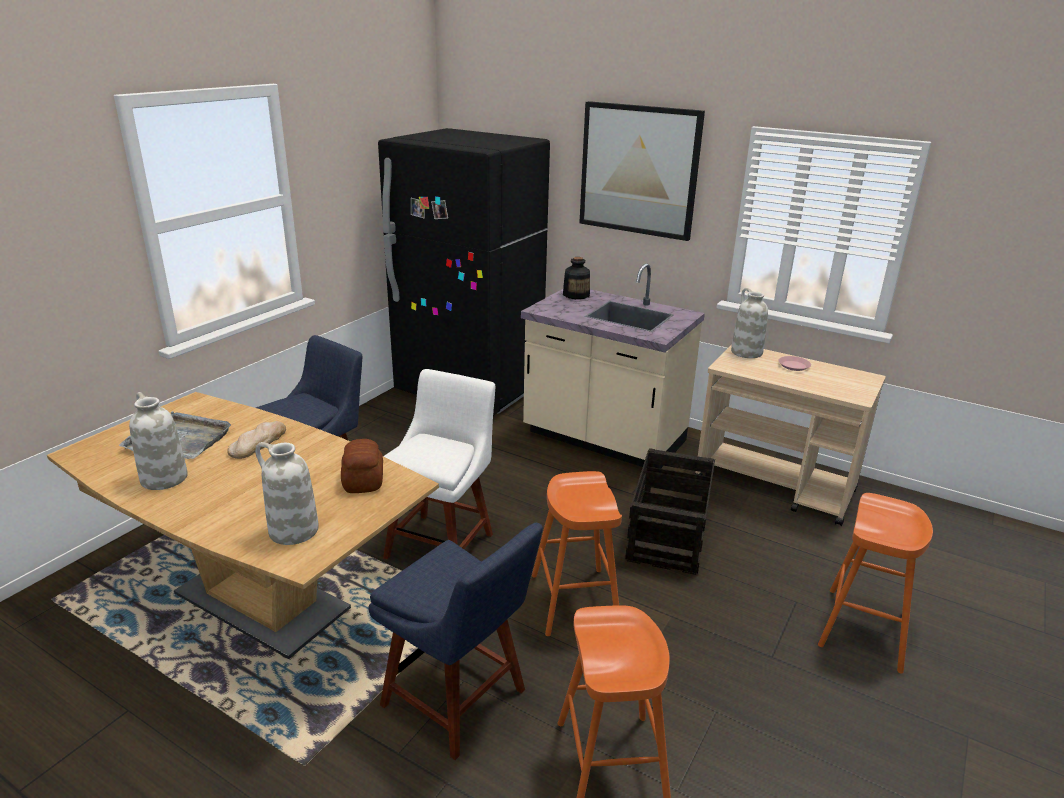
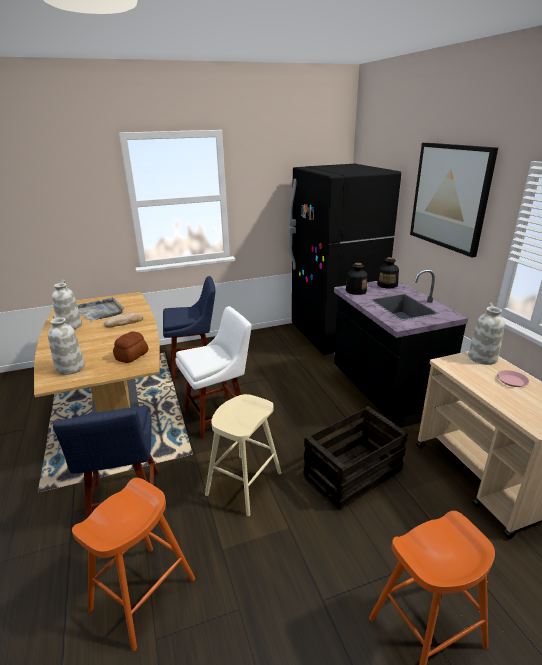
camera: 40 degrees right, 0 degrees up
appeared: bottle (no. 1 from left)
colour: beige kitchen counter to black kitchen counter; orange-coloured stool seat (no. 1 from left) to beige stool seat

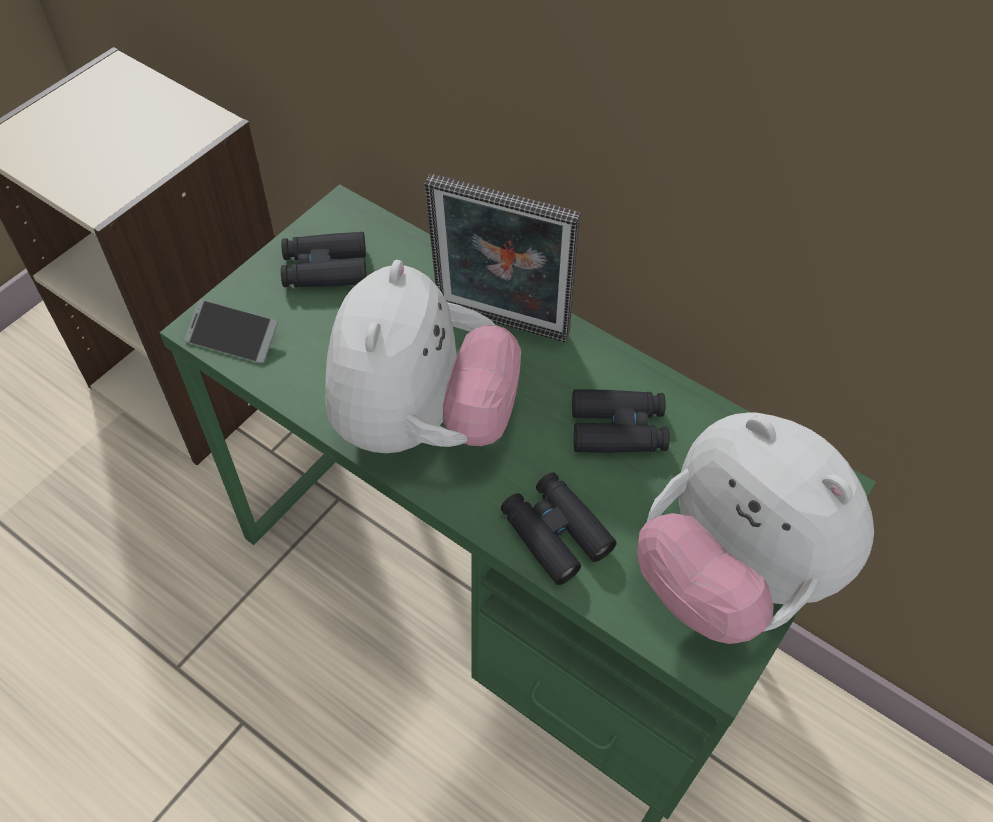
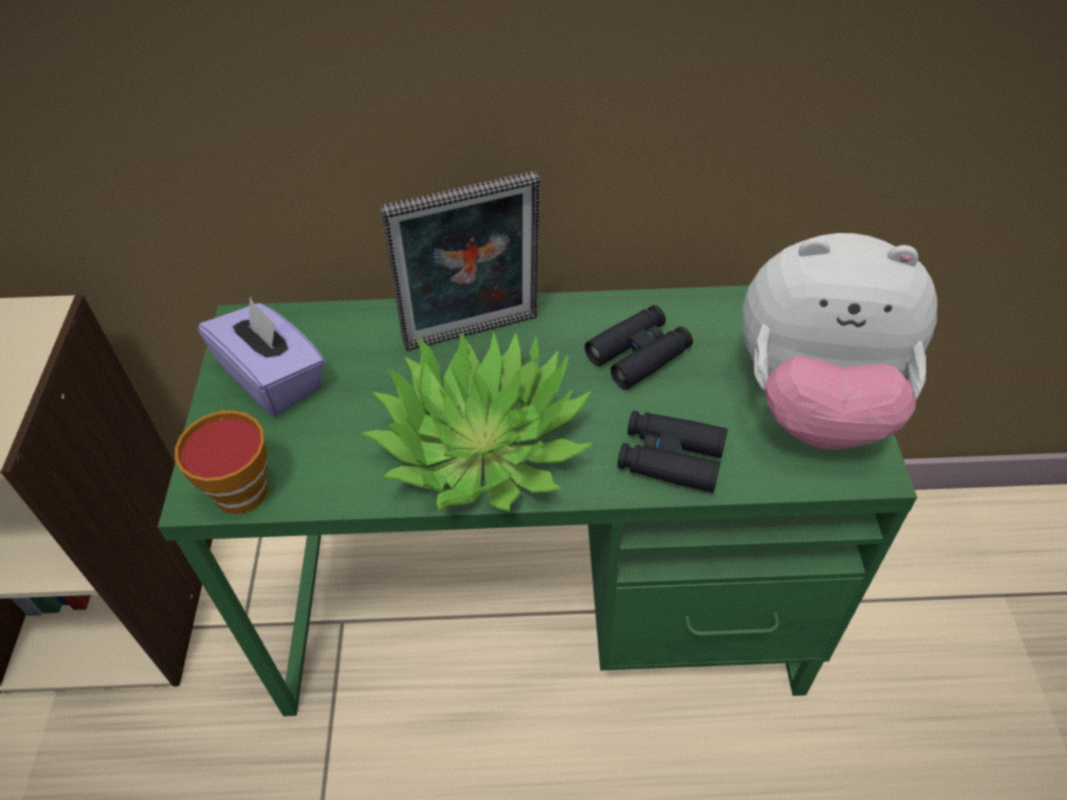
camera: 35 degrees left, 5 degrees down
exchanged: phone to small cup; black binoculars (no. 1 from left) to purplish box of tissues; cuddly toy (no. 1 from left) to houseplant

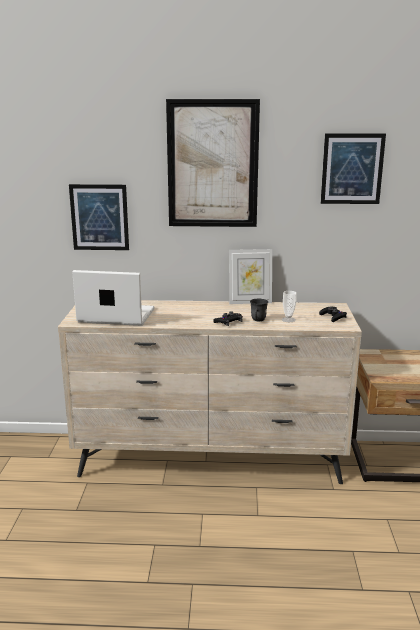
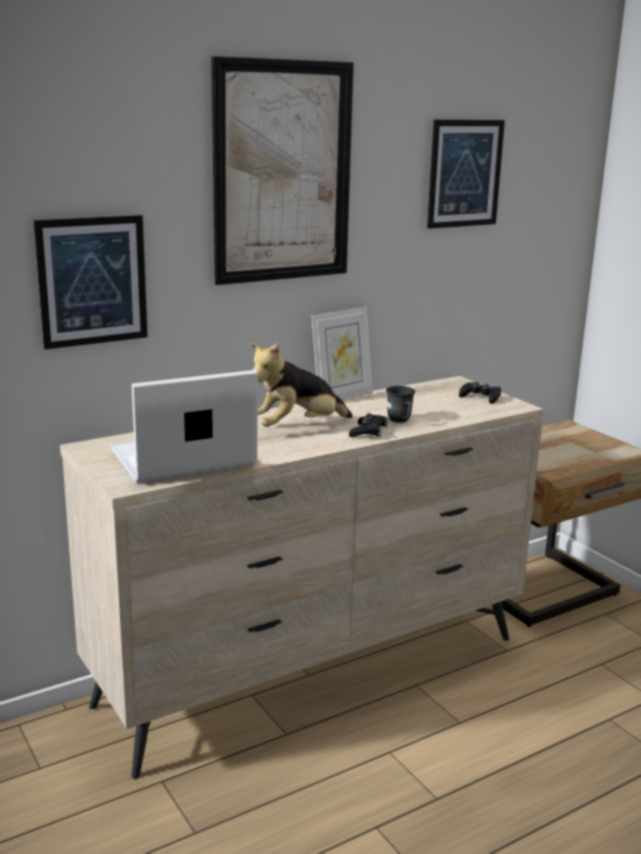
camera: 35 degrees left, 0 degrees up
missing: small cup
appeared: cuddly toy

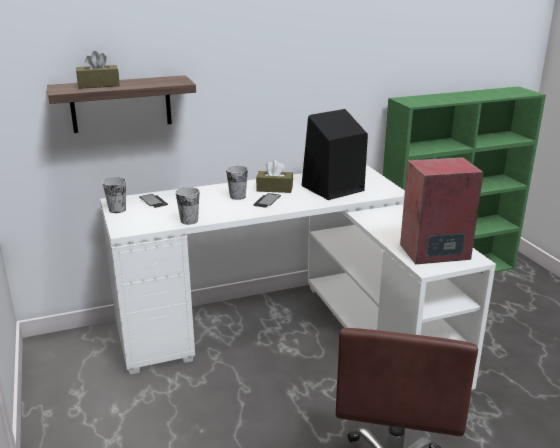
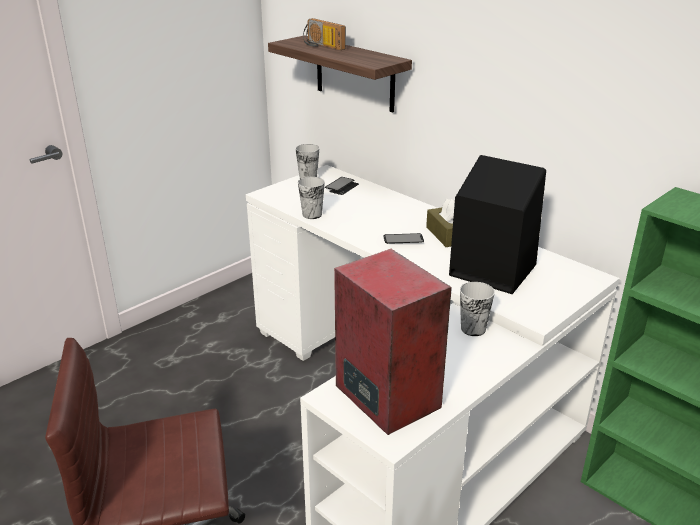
camera: 65 degrees right, 5 degrees up
relocated: small cup (no. 3 from left)
exchanged: brown-coloured box of tissues (no. 1 from left) to radio receiver

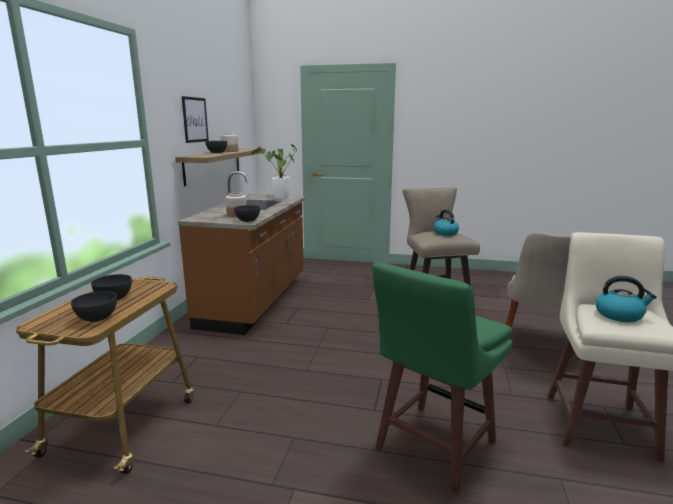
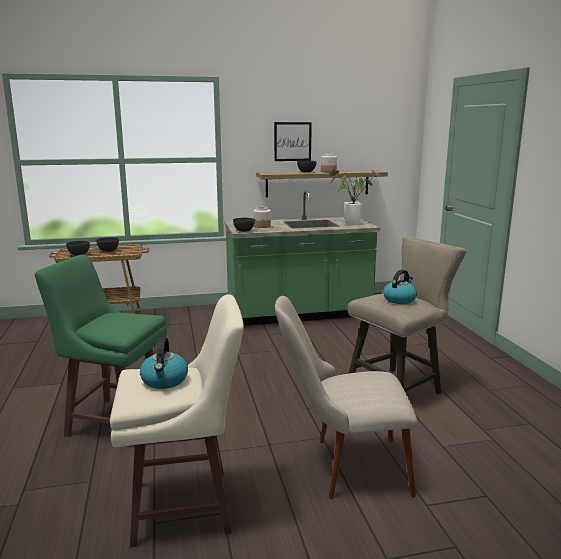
camera: 65 degrees right, 0 degrees up
colour: brown-coloured kitchen counter to green-coloured kitchen counter

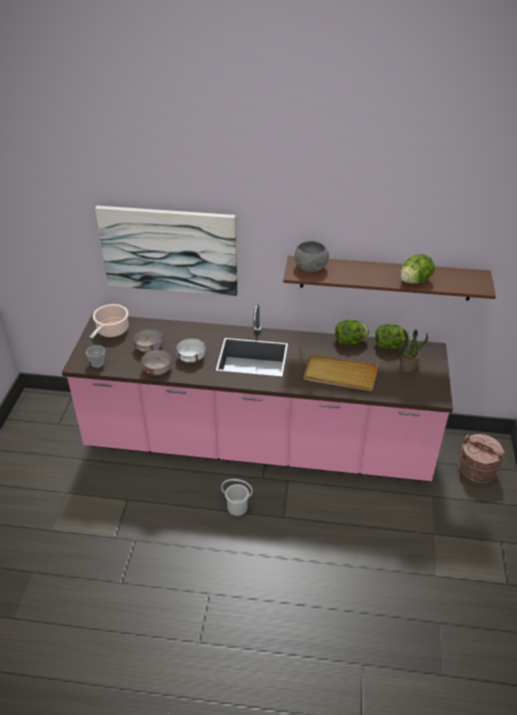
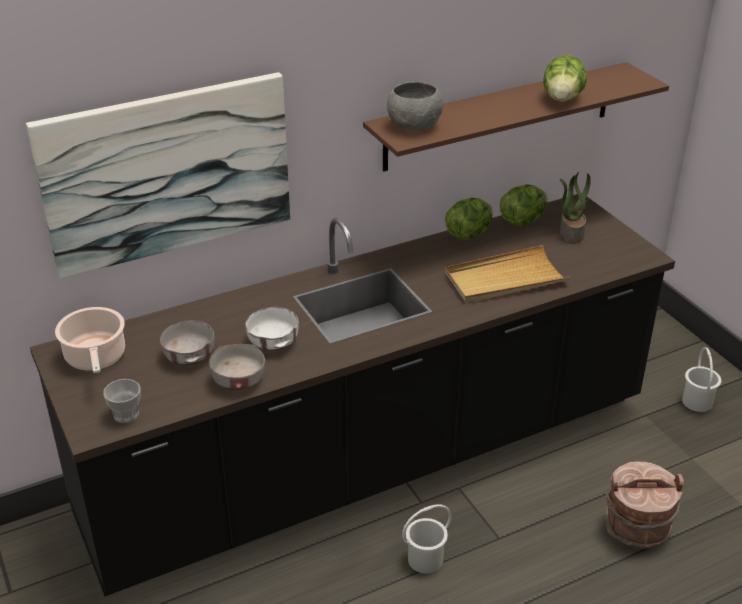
camera: 35 degrees left, 5 degrees down
appeared: white pail (no. 2 from left)
relocated: brown-coloured pail
colour: pink kitchen counter to black kitchen counter

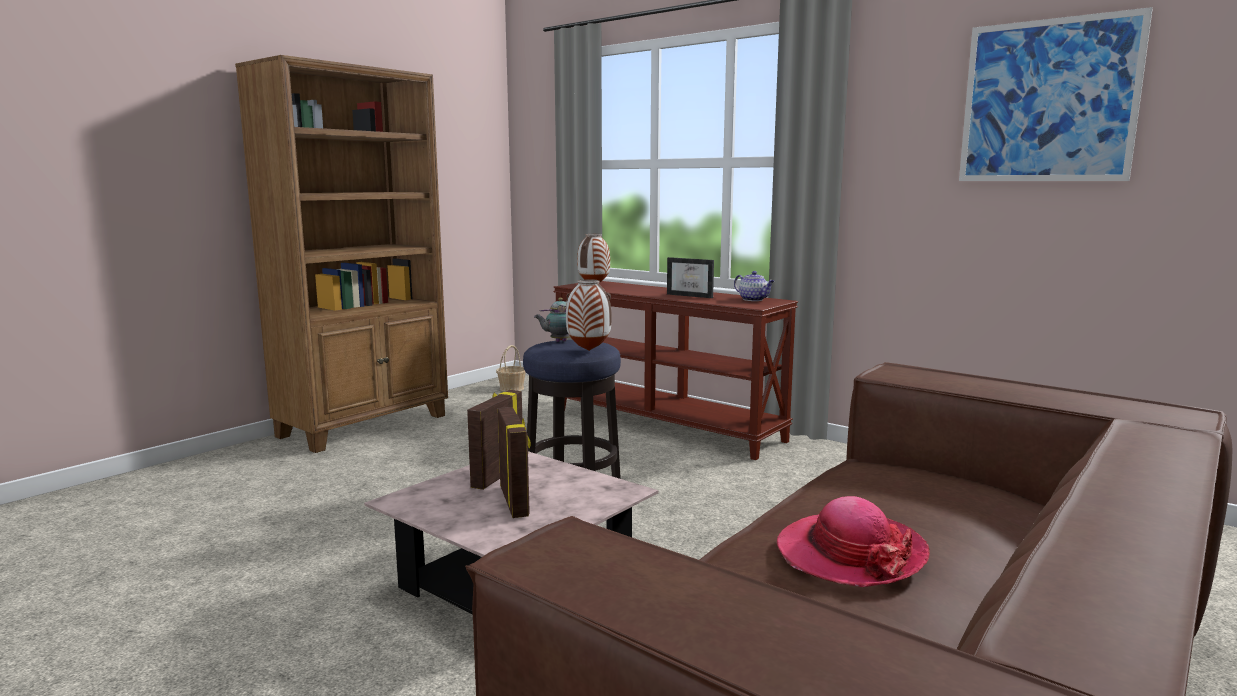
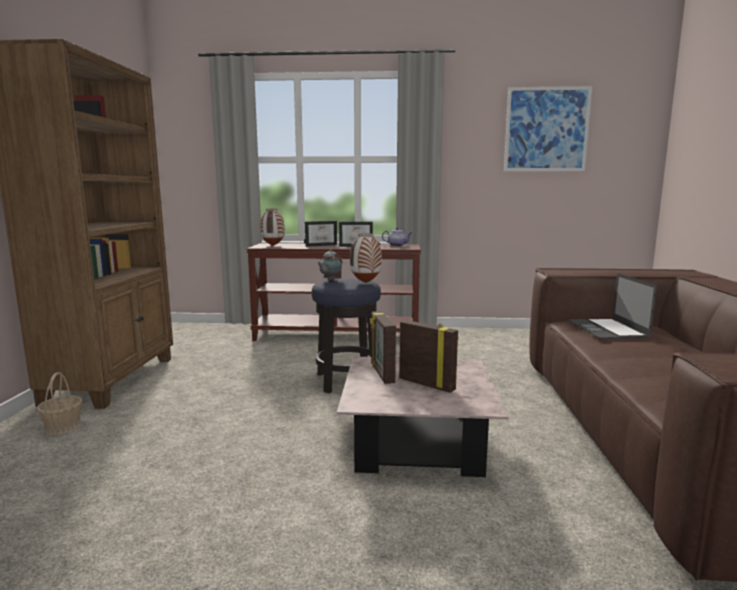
camera: 35 degrees left, 0 degrees up
missing: hat
appeared: picture frame (no. 1 from left); notebook computer
relocated: basket

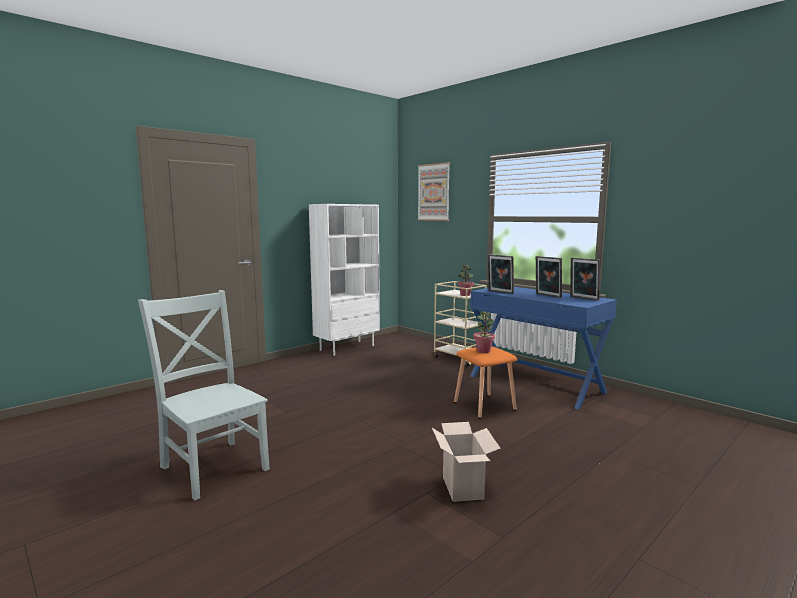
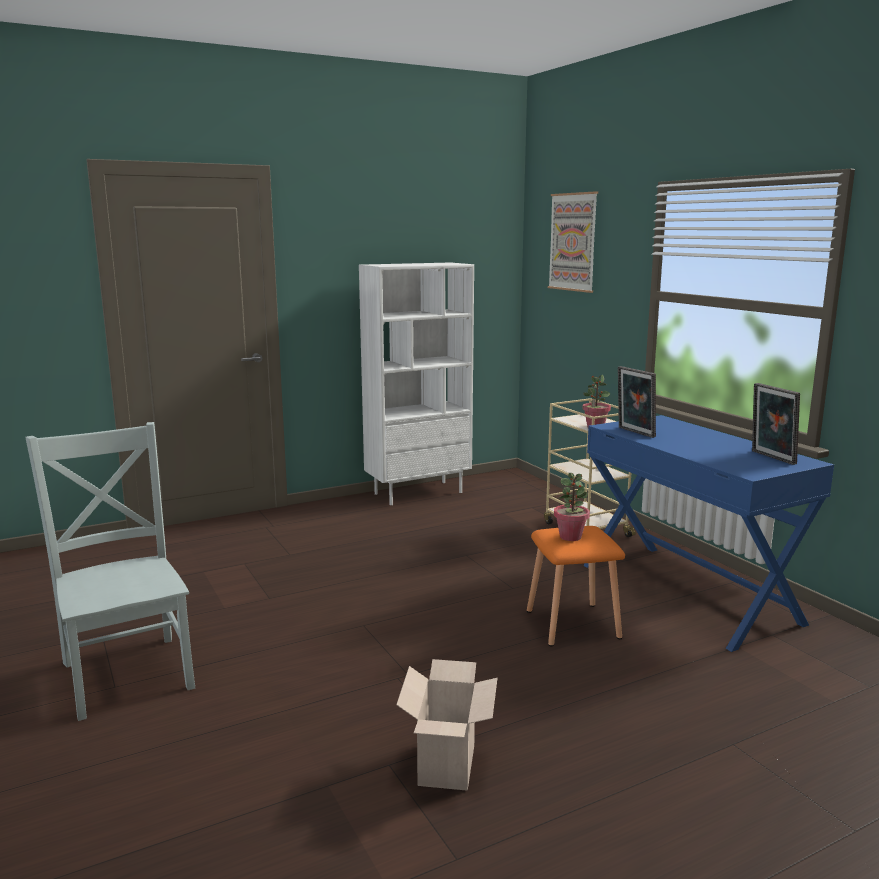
camera: 15 degrees right, 5 degrees up
missing: picture frame (no. 2 from left)

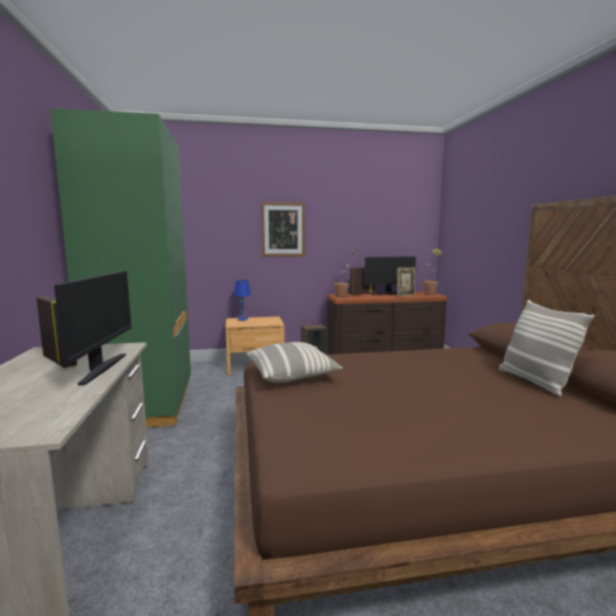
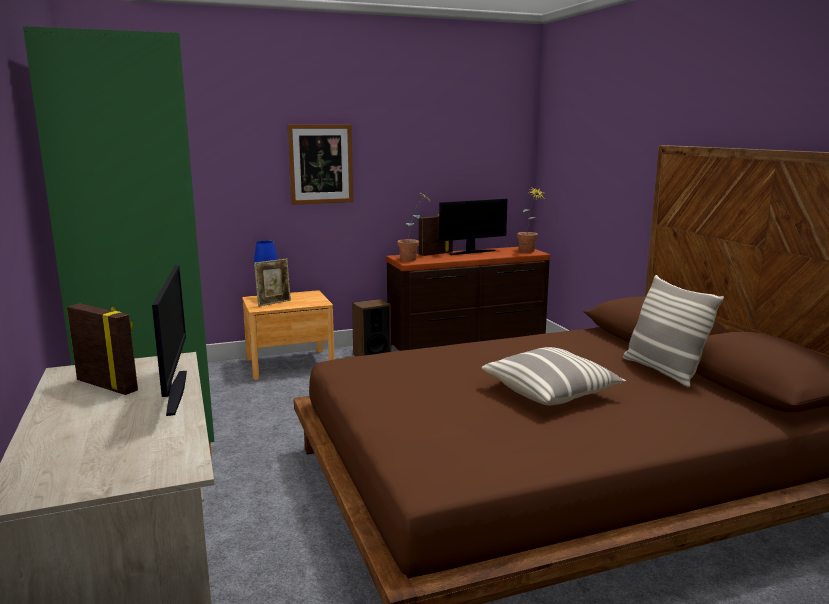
camera: 10 degrees left, 5 degrees up
relocated: throw pillow (no. 1 from left); picture frame (no. 3 from left in the first image) to picture frame (no. 2 from left)

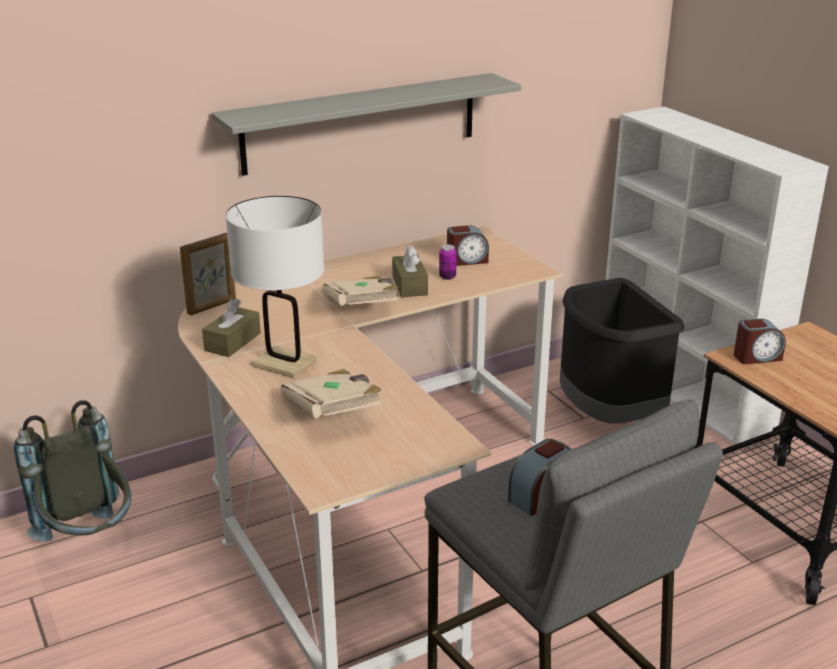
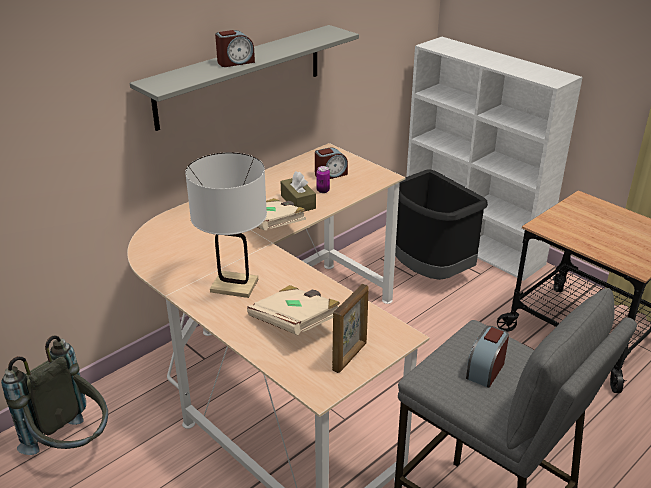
camera: 15 degrees left, 5 degrees up
missing: brown-coloured box of tissues (no. 1 from left)
relocated: picture frame; table clock (no. 3 from left in the first image) to table clock (no. 1 from left)

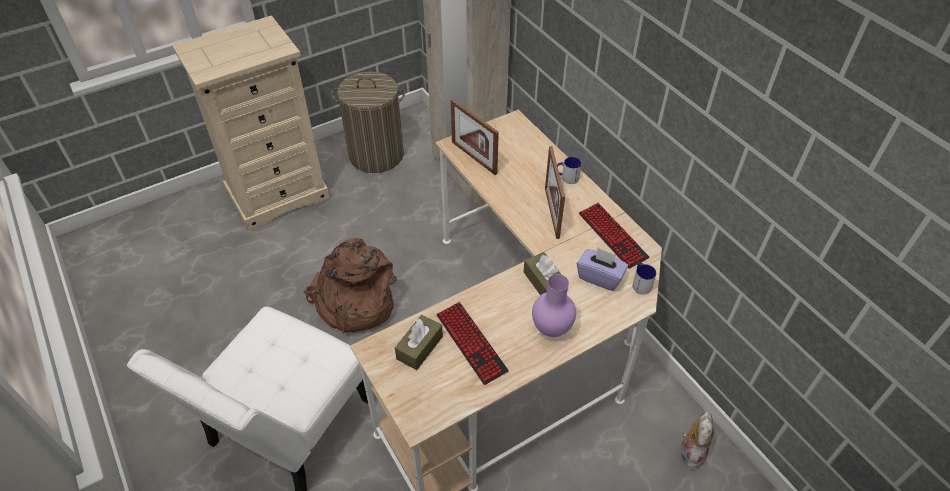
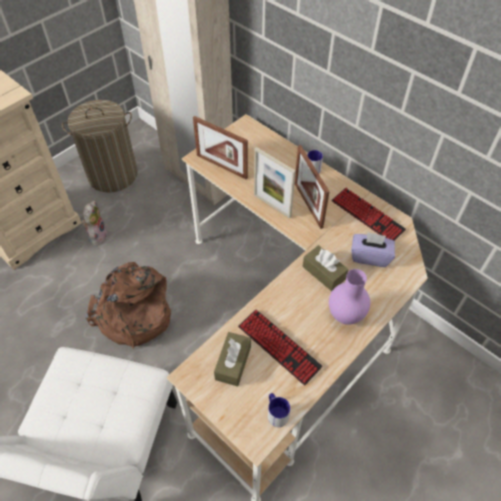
camera: 15 degrees left, 5 degrees up
appeared: picture frame (no. 2 from left)
relocated: mug (no. 2 from left in the first image) to mug (no. 1 from left); cuddly toy

